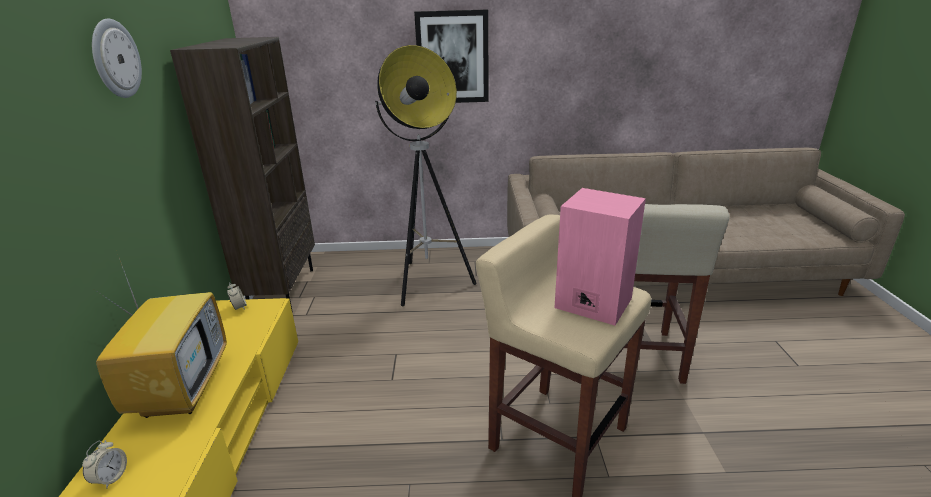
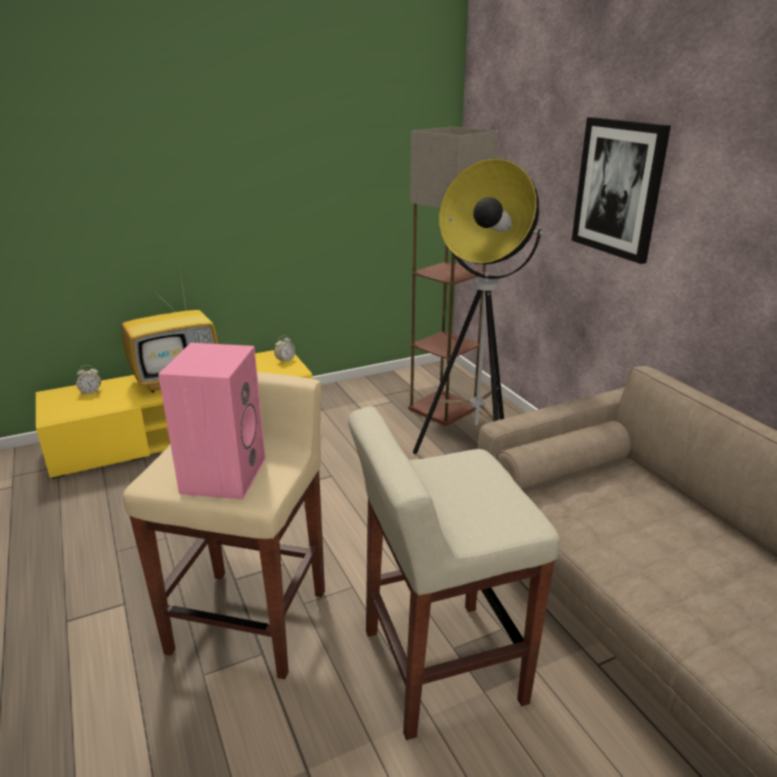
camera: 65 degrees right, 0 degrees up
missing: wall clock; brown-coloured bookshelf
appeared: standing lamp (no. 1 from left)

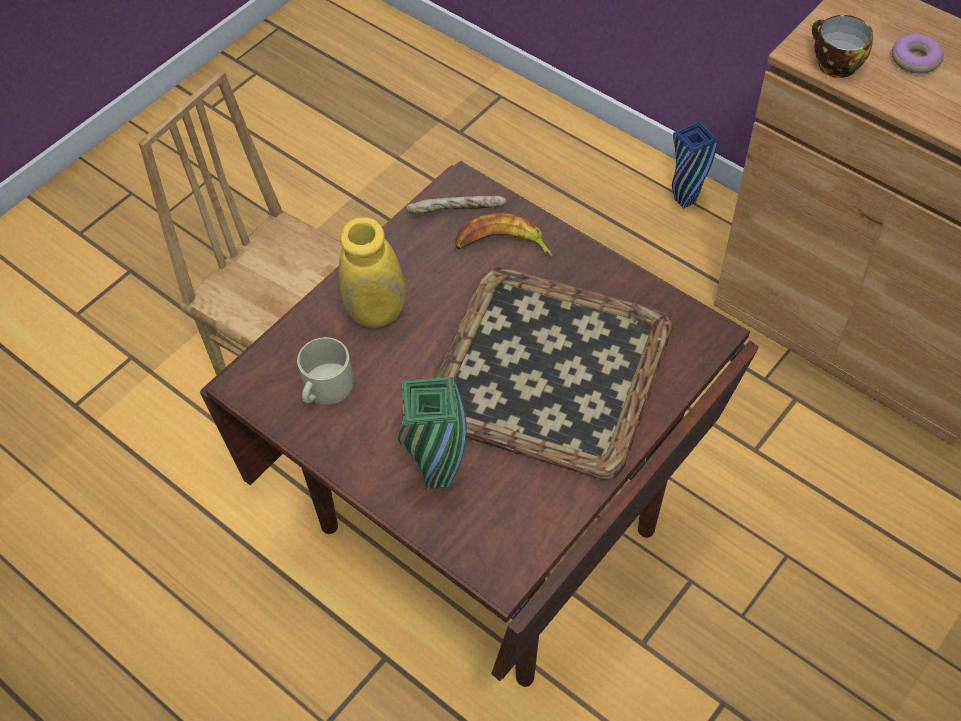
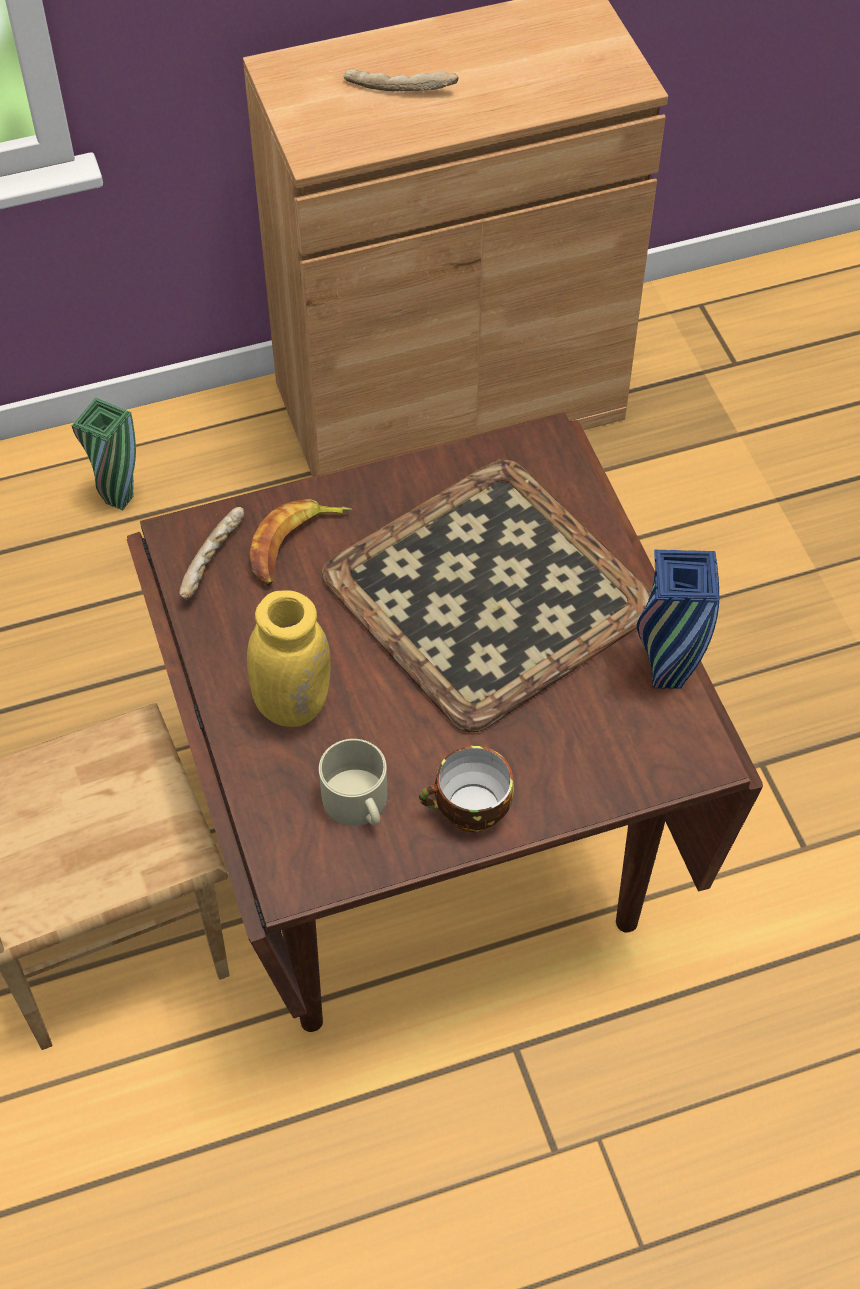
camera: 60 degrees left, 0 degrees up
relocated: green-coloured decorative vase; blue decorative vase; small cup
exchanged: donut to baked bread (no. 2 from left)

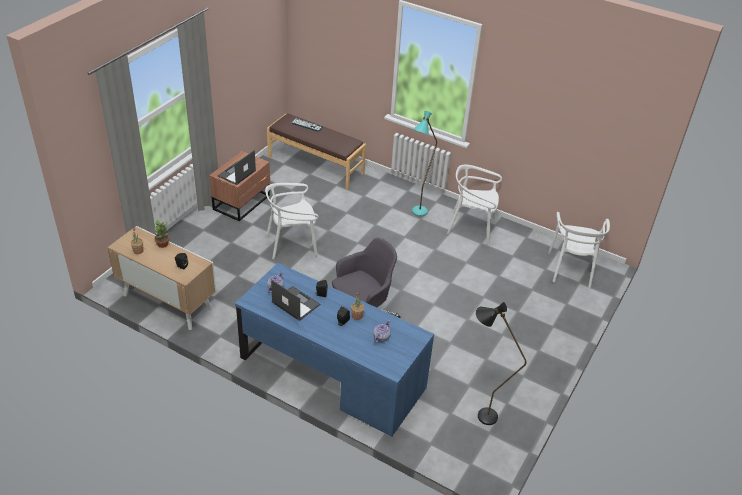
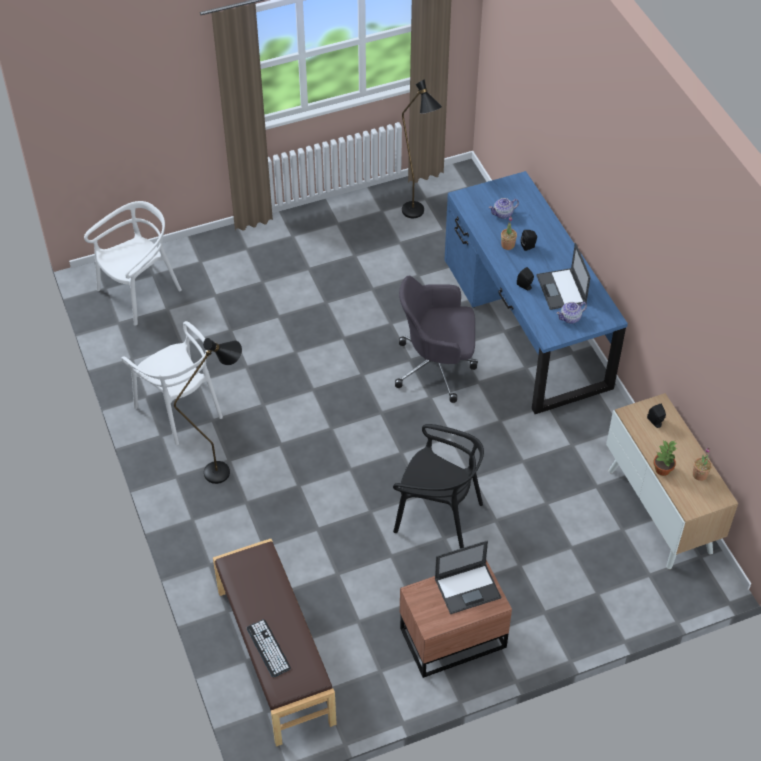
camera: 140 degrees left, 10 degrees up
colour: white chair (no. 1 from left) to black chair; turquoise standing lamp to black standing lamp (no. 1 from left)

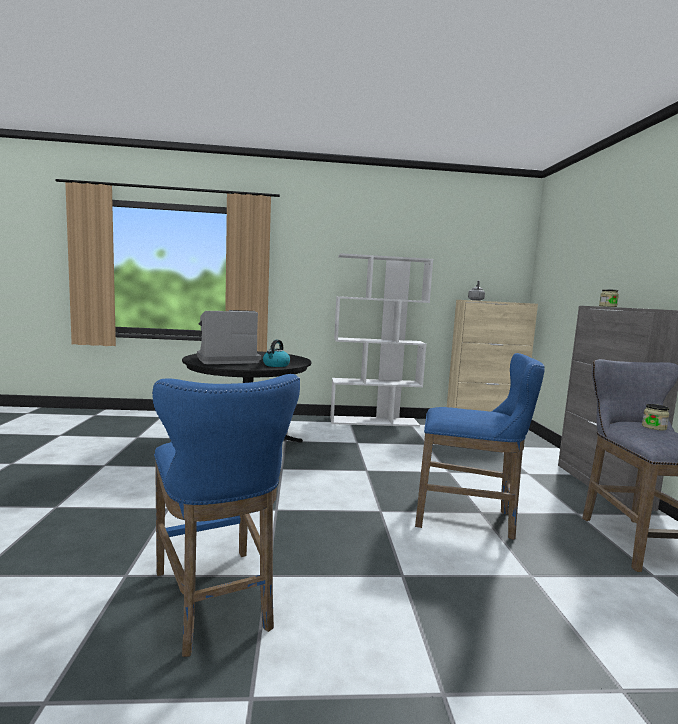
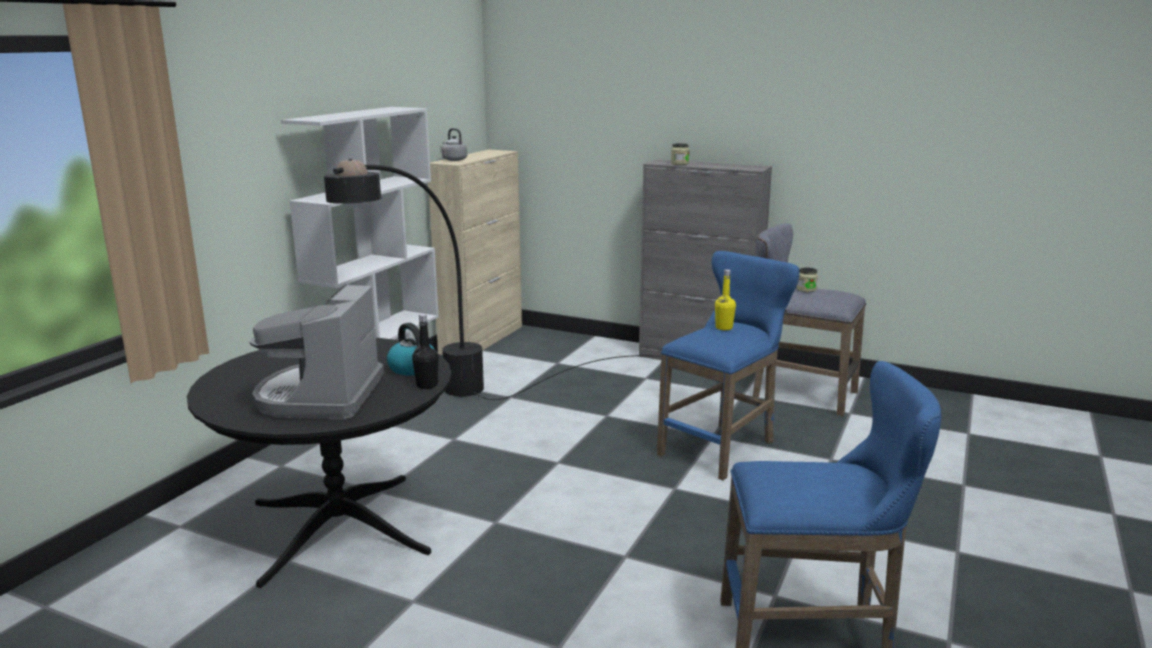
camera: 60 degrees left, 10 degrees up
appeared: black standing lamp; black bottle; yellow bottle

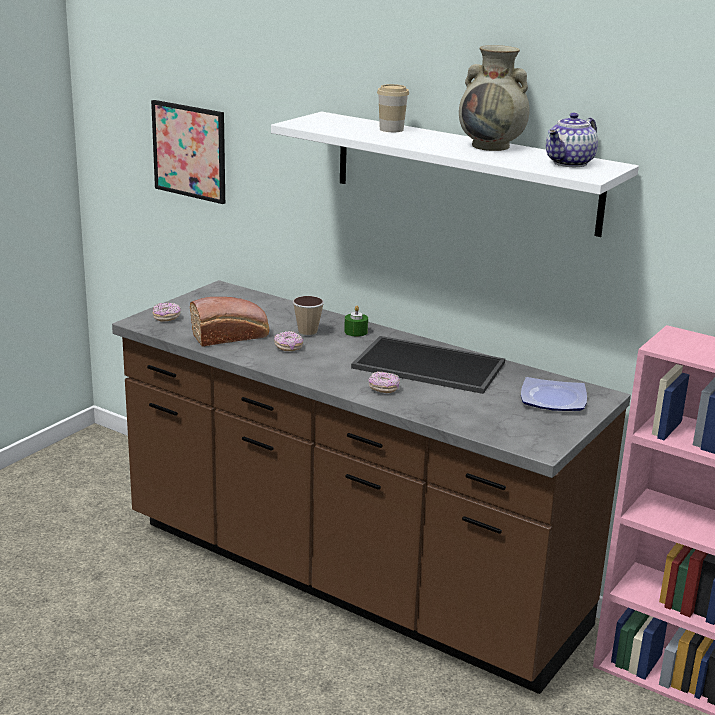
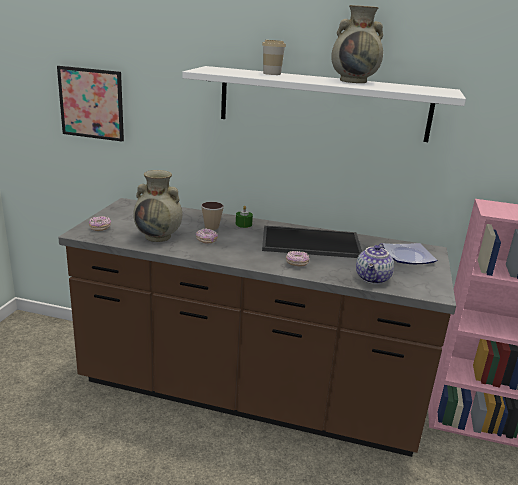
camera: 20 degrees left, 0 degrees up
relocated: tea pot
exchanged: baked bread to beige decorative vase (no. 1 from left)

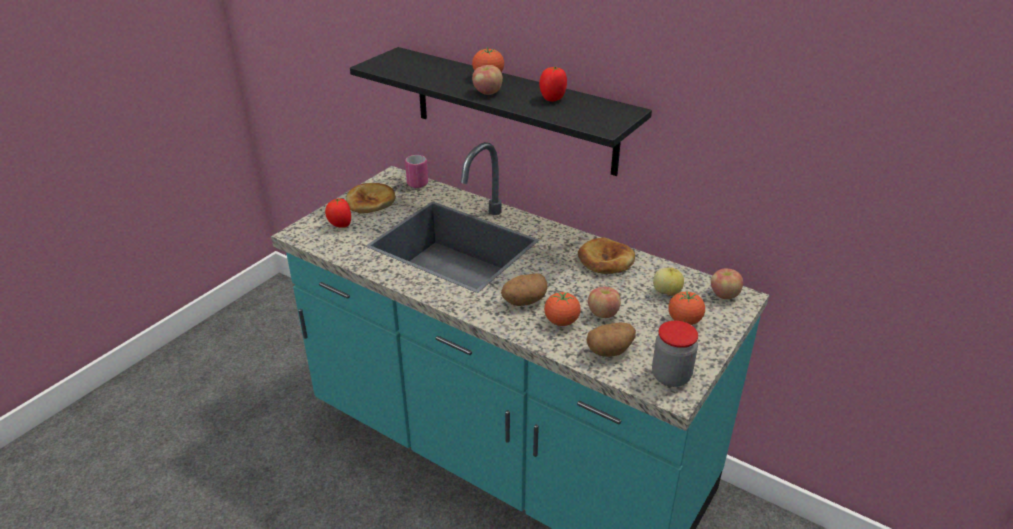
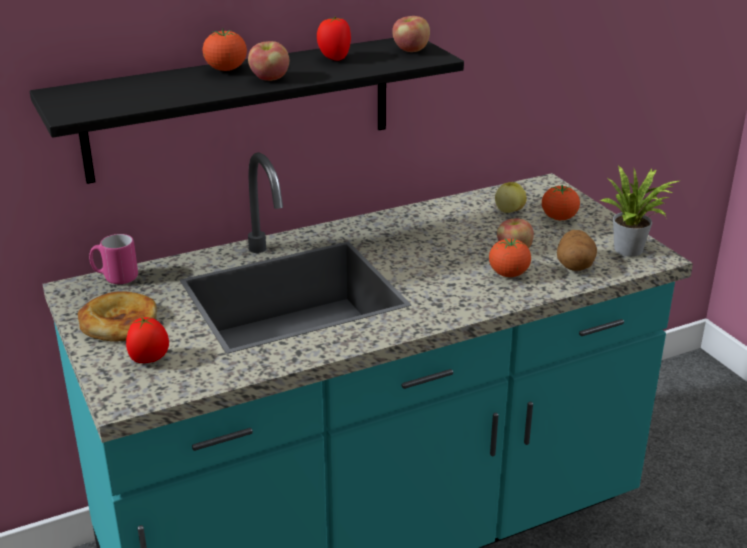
camera: 60 degrees left, 5 degrees down
missing: potato (no. 1 from left); baked bread (no. 2 from left)
relocated: apple (no. 4 from left in the first image) to apple (no. 2 from left)
exchanged: preserve jar to houseplant

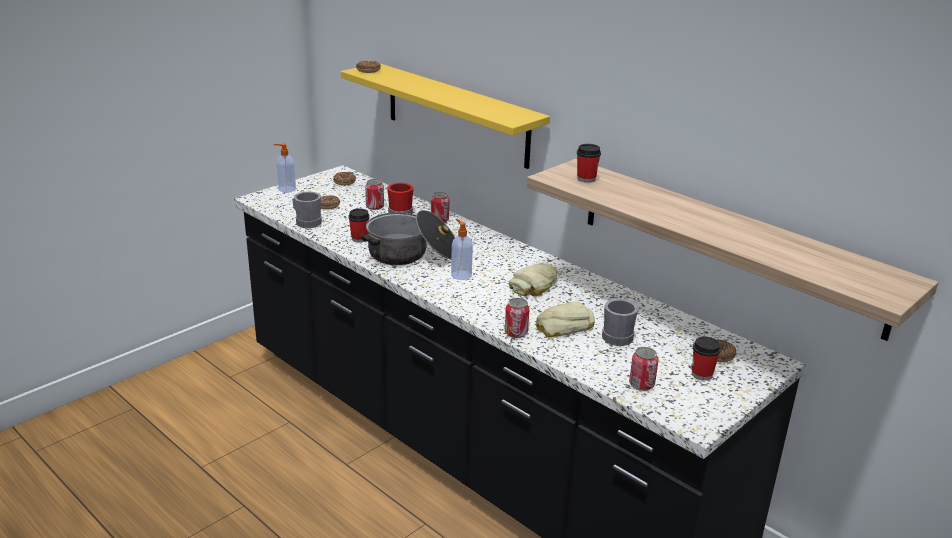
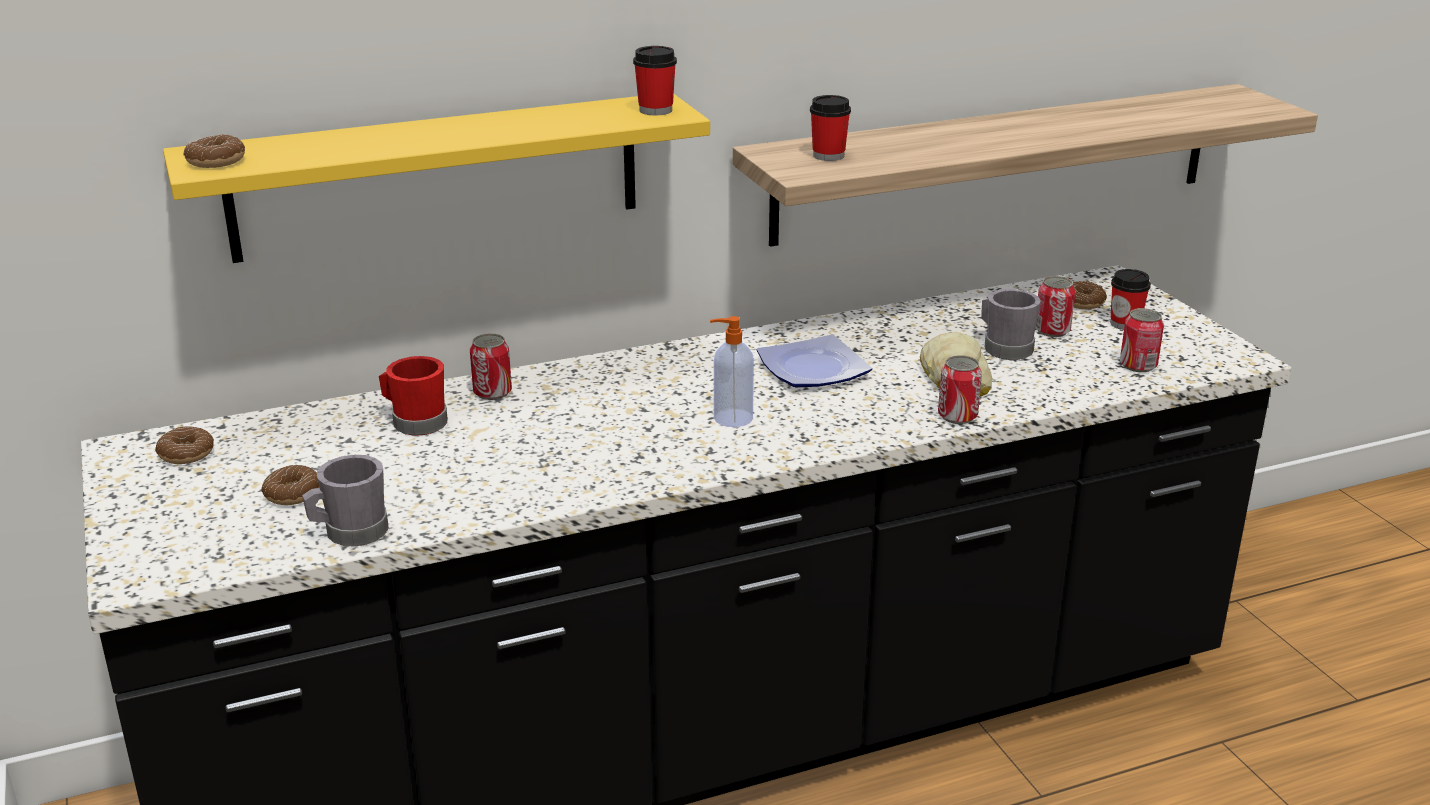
camera: 65 degrees left, 0 degrees up
missing: soap dispenser (no. 1 from left); stockpot
relocated: small cup (no. 1 from left); sealed can (no. 1 from left in the first image) to sealed can (no. 3 from left)
exchanged: baked bread (no. 1 from left) to dinner plate

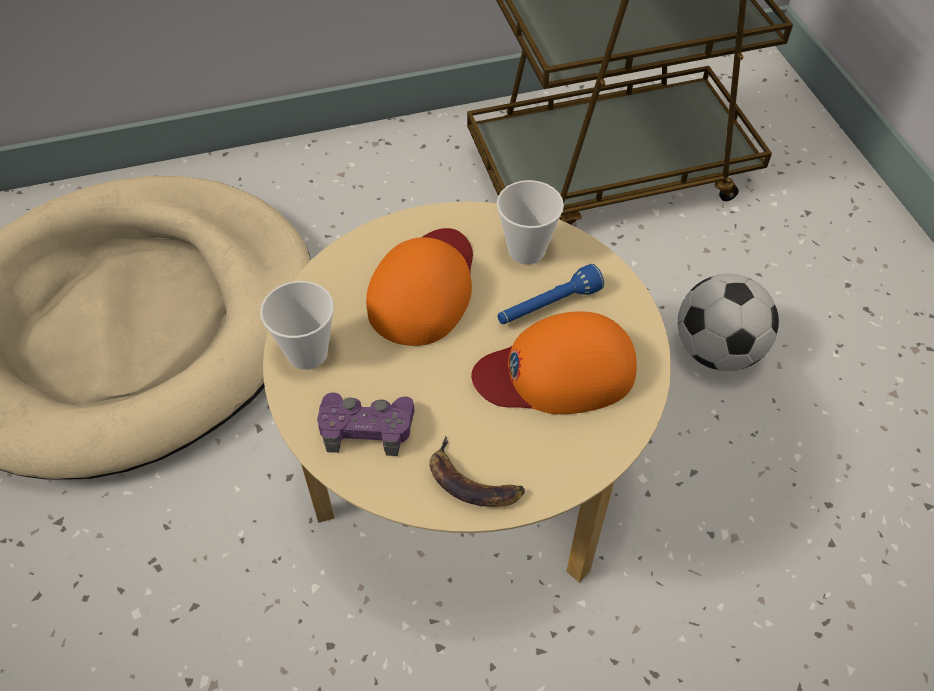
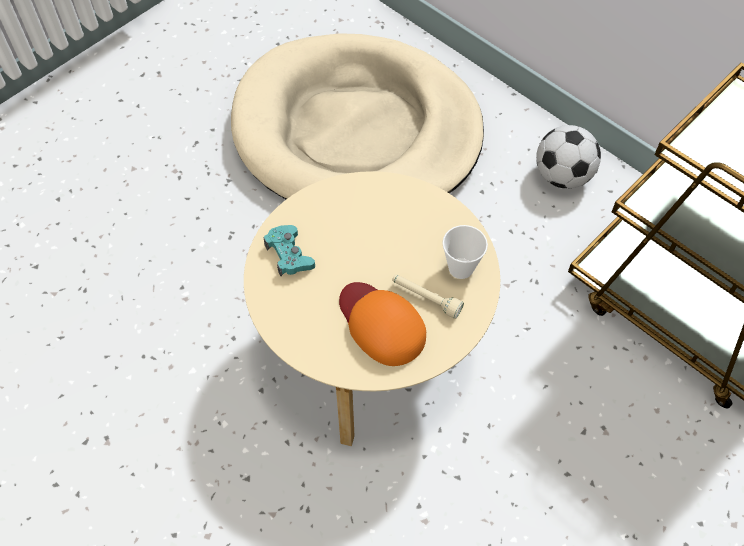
camera: 60 degrees right, 5 degrees up
missing: small cup (no. 1 from left); orange-coloured baseball cap (no. 1 from left); banana
relocated: football ball
colour: purplish gamepad to turquoise gamepad; blue hand torch to beige hand torch

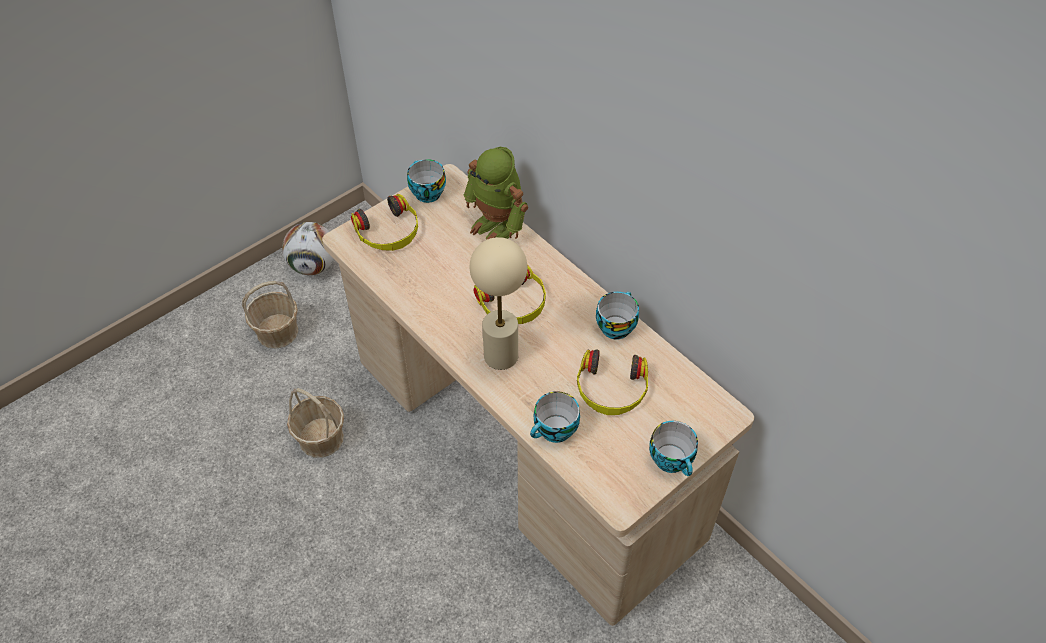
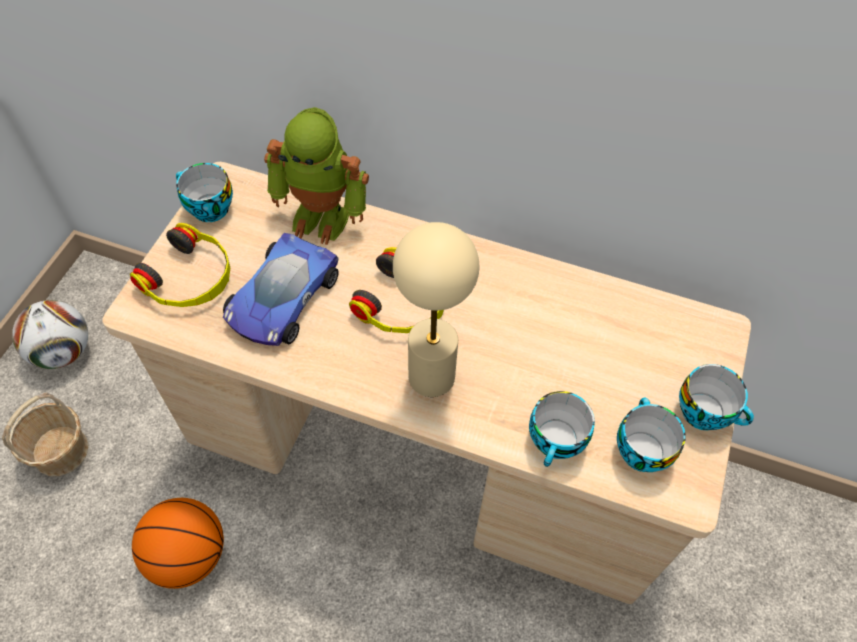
camera: 30 degrees left, 5 degrees up
missing: headphones (no. 3 from left)
appeared: toy car
relocated: small cup (no. 3 from left)
exchanged: basket (no. 2 from left) to ball for basketball

